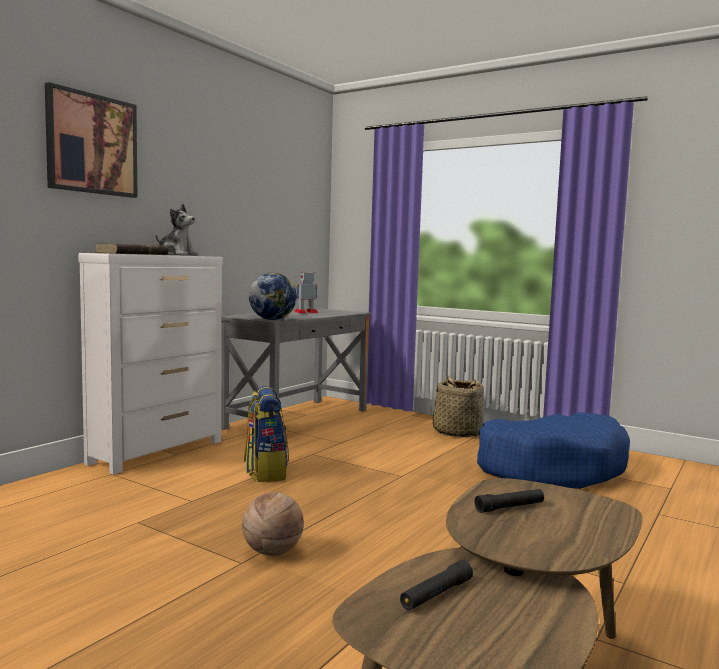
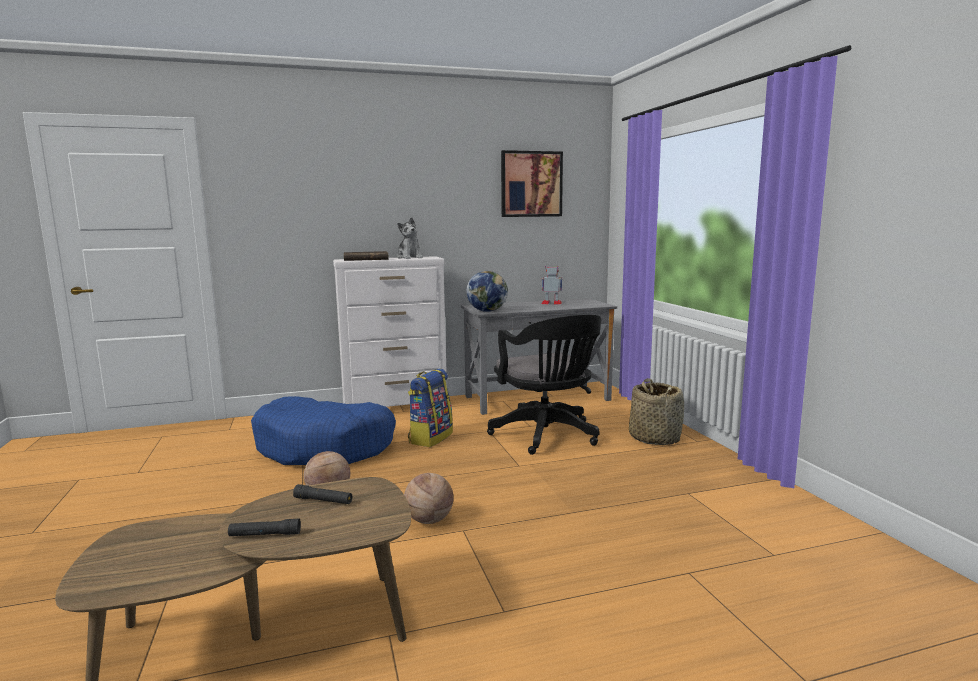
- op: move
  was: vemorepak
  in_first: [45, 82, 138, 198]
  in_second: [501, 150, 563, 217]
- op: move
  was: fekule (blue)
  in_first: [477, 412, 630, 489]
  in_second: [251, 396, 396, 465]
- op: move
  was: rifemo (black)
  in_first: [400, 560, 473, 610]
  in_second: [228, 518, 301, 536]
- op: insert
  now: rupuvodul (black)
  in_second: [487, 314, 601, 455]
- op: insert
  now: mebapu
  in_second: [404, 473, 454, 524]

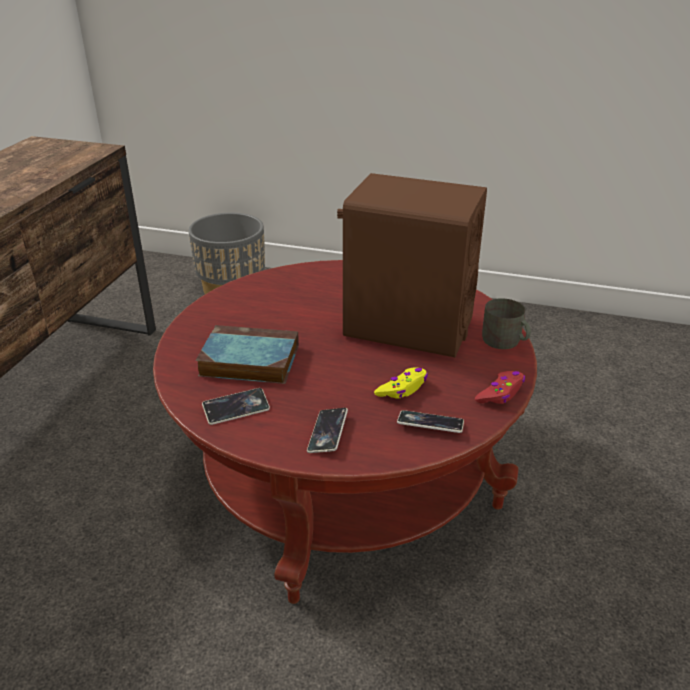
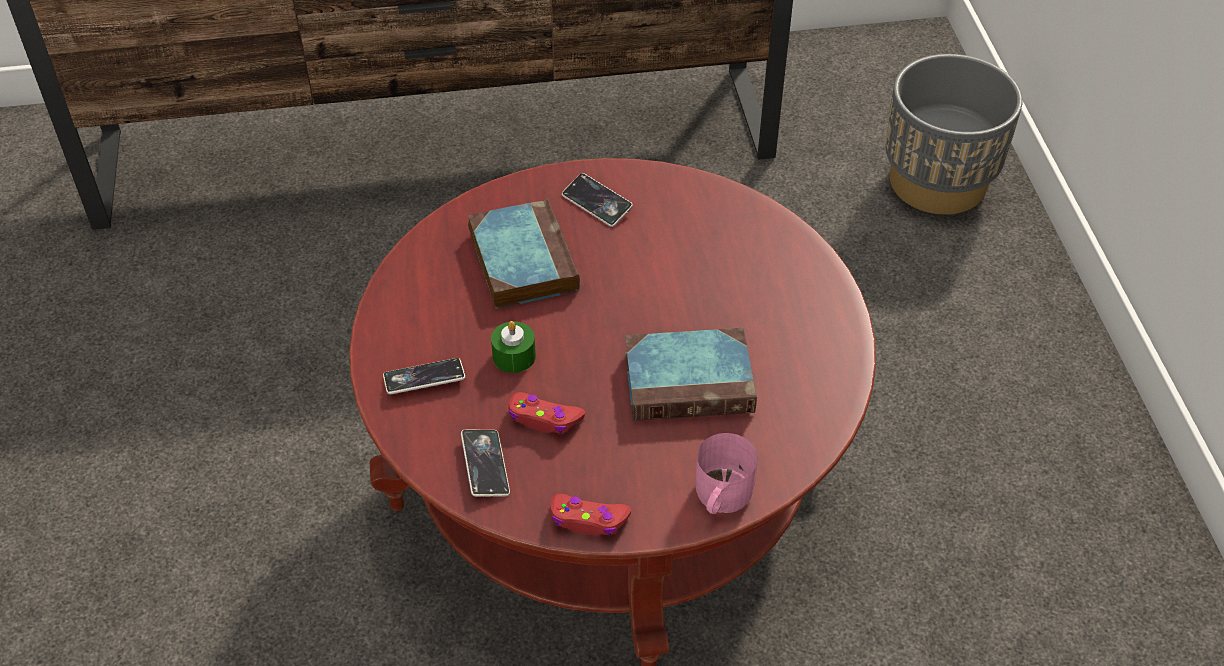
- op: replace
  was: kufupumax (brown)
  now: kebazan
  in_first: [337, 173, 487, 357]
  in_second: [625, 328, 757, 421]
- op: recolor
  was: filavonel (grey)
  now: filavonel (pink)
  in_first: [482, 298, 531, 349]
  in_second: [695, 433, 758, 514]
- op: recolor
  was: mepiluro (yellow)
  now: mepiluro (red)
  in_first: [374, 367, 428, 399]
  in_second: [509, 392, 585, 433]
- op: move
  was: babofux
  in_first: [202, 388, 270, 425]
  in_second: [562, 173, 633, 227]
- op: insert
  now: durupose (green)
  in_second: [491, 321, 536, 373]

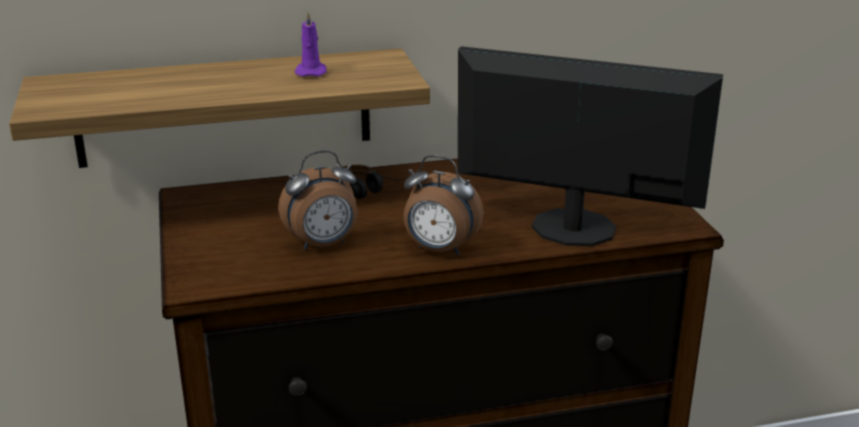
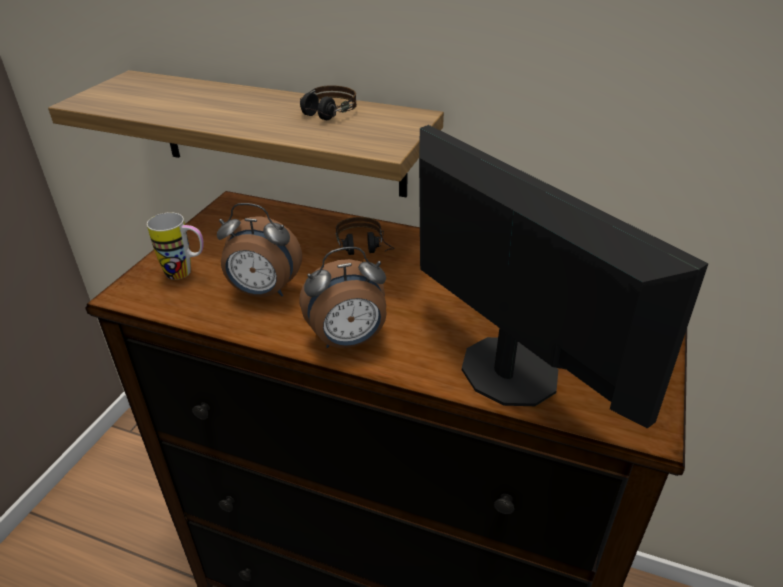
- op: replace
  was: durupose (purple)
  now: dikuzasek
  in_first: [295, 11, 327, 77]
  in_second: [300, 85, 357, 120]
- op: rotate
  was: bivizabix
  in_first: [403, 155, 484, 255]
  in_second: [299, 247, 387, 348]
  clockwise: -75
- op: insert
  now: filavonel
  in_second: [147, 212, 204, 280]

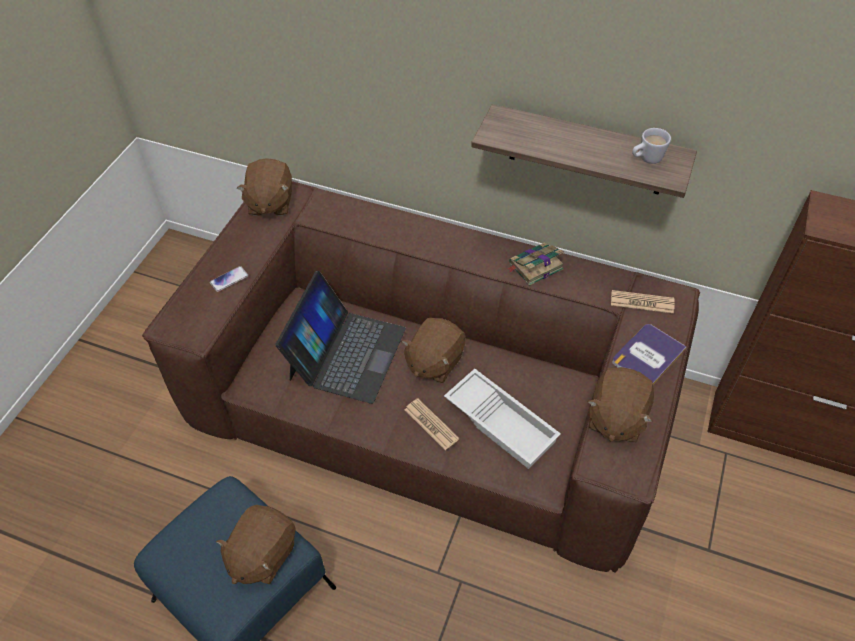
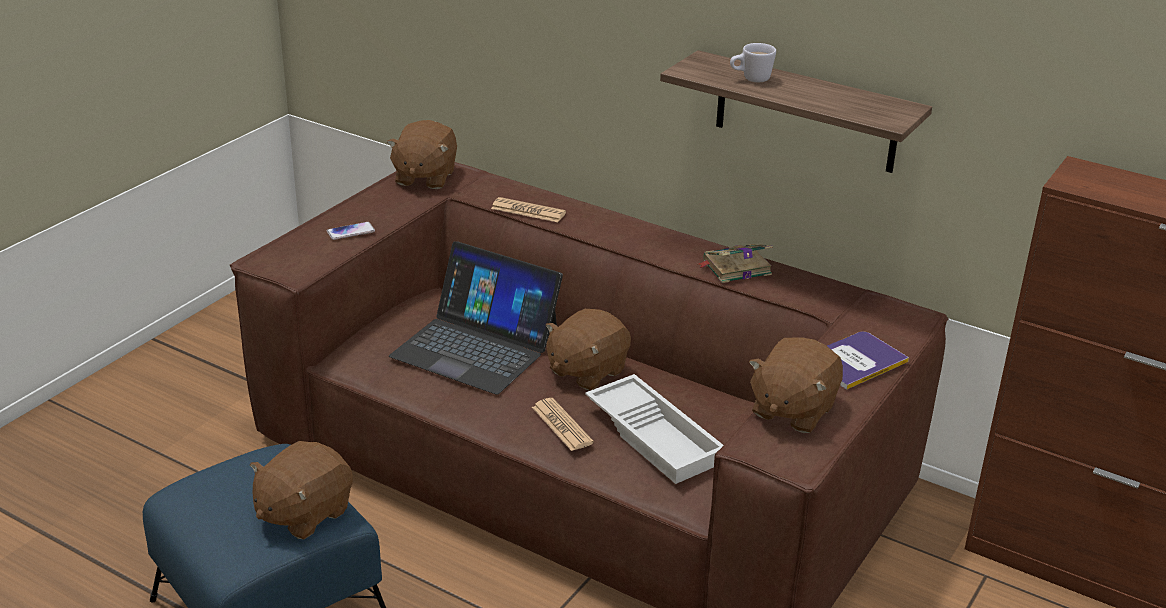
- op: move
  was: filavonel (white)
  in_first: [632, 128, 671, 164]
  in_second: [730, 43, 776, 82]
- op: rotate
  was: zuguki
  in_first: [275, 271, 406, 404]
  in_second: [389, 241, 563, 395]
  clockwise: 90
- op: move
  was: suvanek
  in_first: [611, 290, 675, 313]
  in_second: [491, 197, 566, 222]

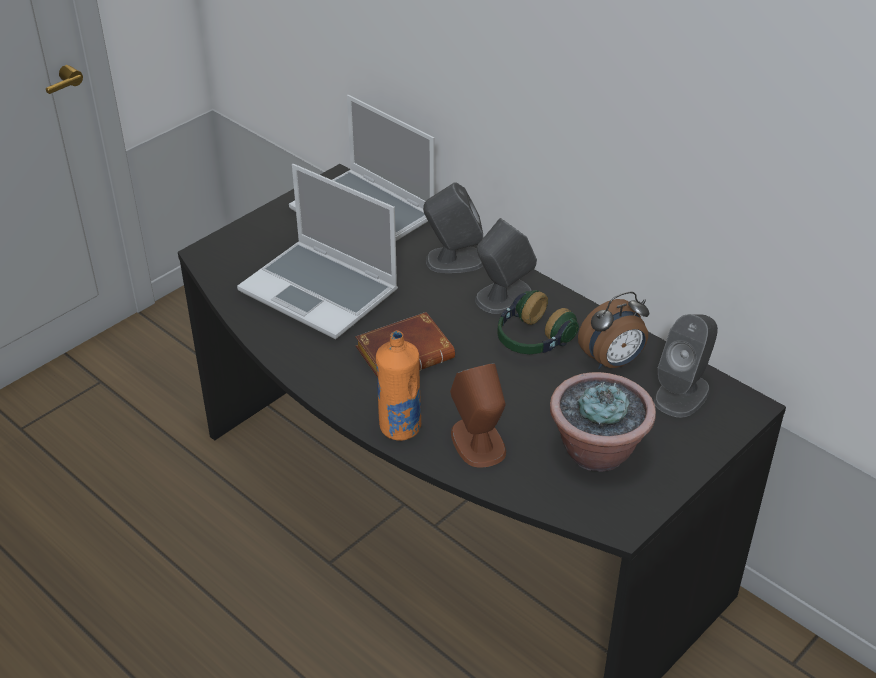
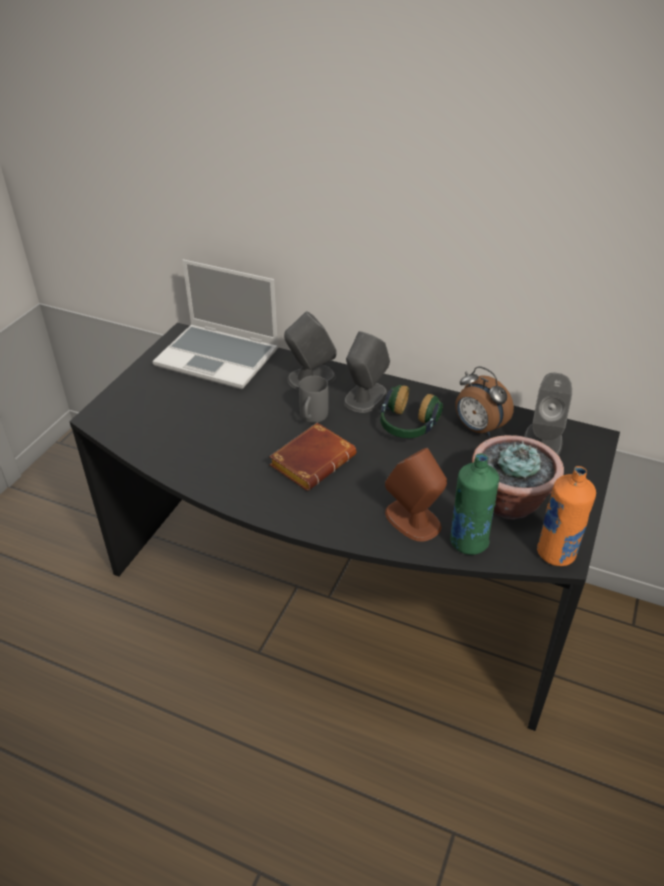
- op: delete
  was: zuguki
  in_first: [237, 164, 398, 339]
- op: rotate
  was: bivizabix
  in_first: [578, 291, 649, 369]
  in_second: [455, 366, 514, 436]
  clockwise: 90
- op: move
  was: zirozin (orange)
  in_first: [376, 331, 421, 441]
  in_second: [537, 466, 596, 566]
- op: insert
  now: filavonel (grey)
  in_second: [299, 376, 328, 423]
- op: insert
  now: zirozin (green)
  in_second: [450, 453, 499, 555]

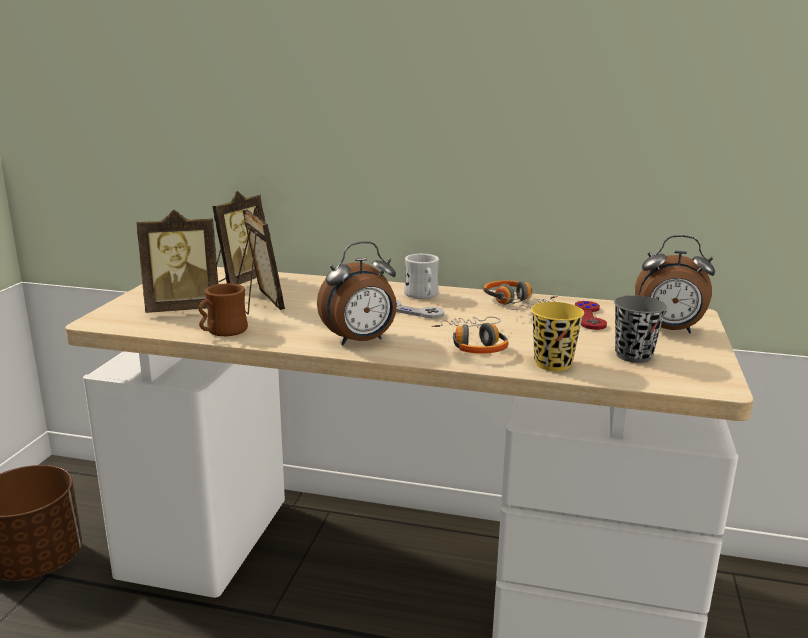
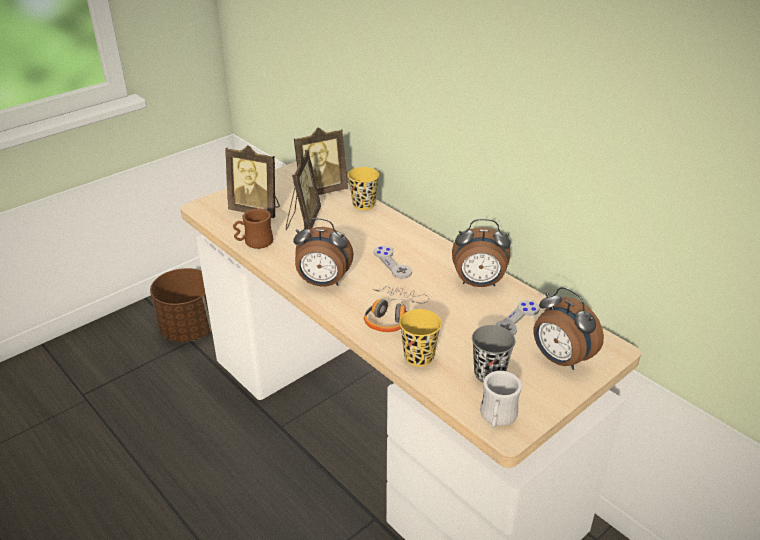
- op: move
  was: filavonel (white)
  in_first: [404, 254, 439, 299]
  in_second: [480, 371, 522, 428]
- op: replace
  was: dikuzasek
  now: bivizabix
  in_first: [483, 280, 558, 310]
  in_second: [452, 219, 511, 287]
- op: recolor
  was: mepiluro (red)
  now: mepiluro (grey)
  in_first: [575, 301, 607, 330]
  in_second: [495, 300, 540, 335]
- op: insert
  now: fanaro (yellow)
  in_second: [348, 167, 379, 210]

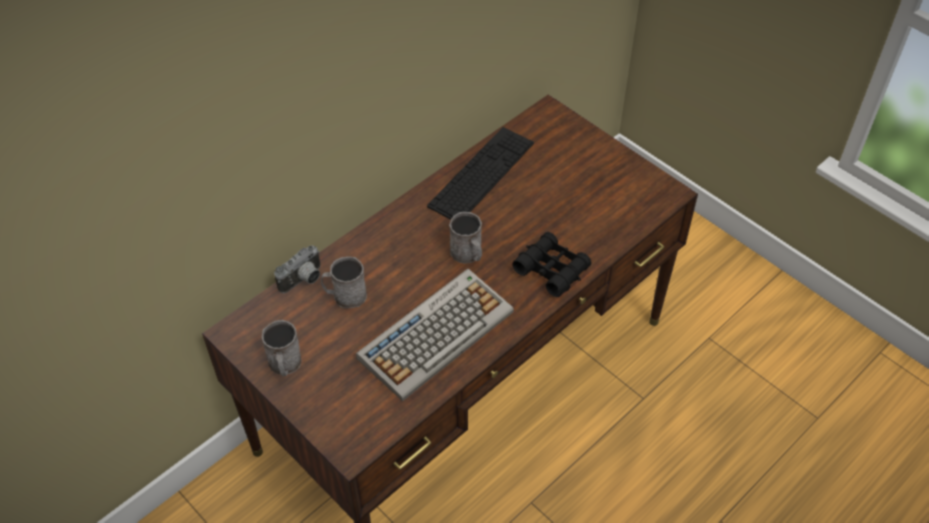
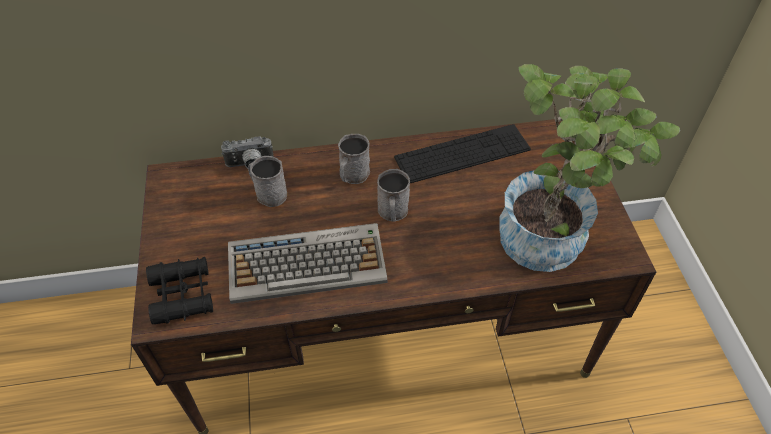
- op: move
  was: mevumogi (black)
  in_first: [512, 232, 591, 297]
  in_second: [146, 257, 213, 324]
- op: move
  was: filavonel (grey)
  in_first: [262, 320, 301, 376]
  in_second: [338, 134, 370, 184]
- op: insert
  now: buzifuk
  in_second: [499, 64, 680, 272]

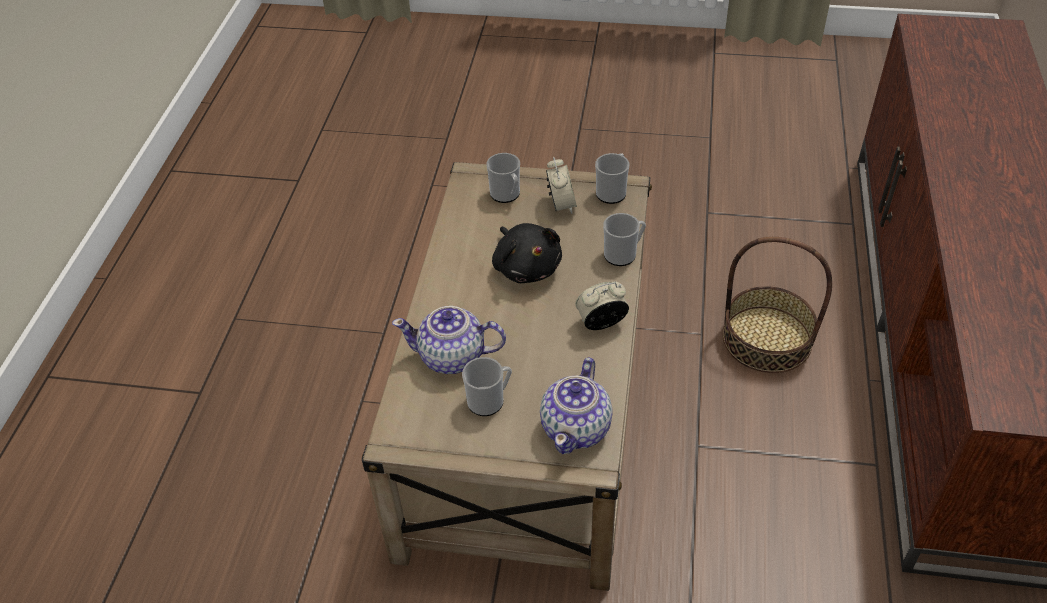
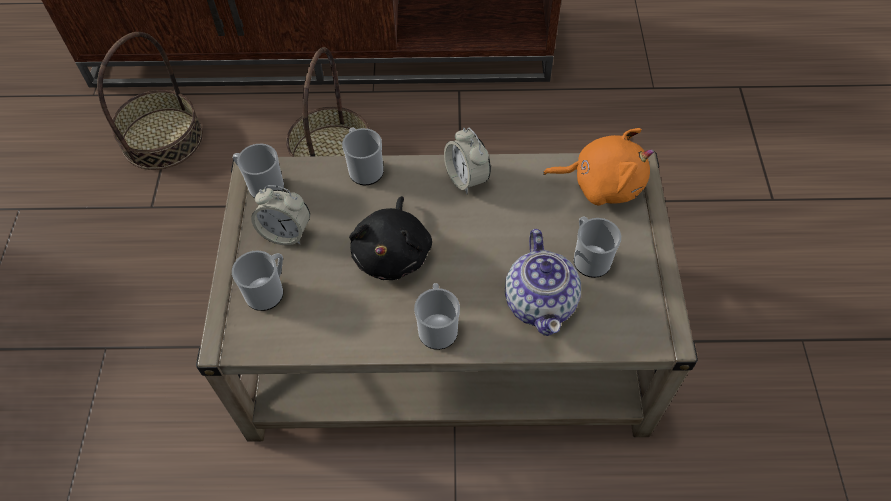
- op: rotate
  was: bivizabix
  in_first: [546, 157, 577, 214]
  in_second: [251, 185, 310, 245]
  clockwise: -150
- op: rotate
  was: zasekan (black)
  in_first: [492, 223, 562, 283]
  in_second: [349, 196, 432, 280]
  clockwise: 135
- op: replace
  was: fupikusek
  now: zasekan (orange)
  in_first: [540, 357, 613, 454]
  in_second: [543, 128, 654, 206]
- op: insert
  now: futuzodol
  in_second: [97, 32, 203, 170]
- op: insert
  now: filavonel
  in_second: [414, 283, 460, 350]

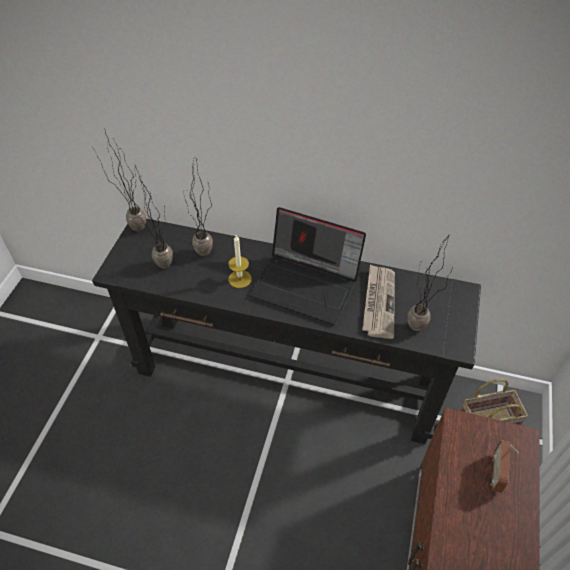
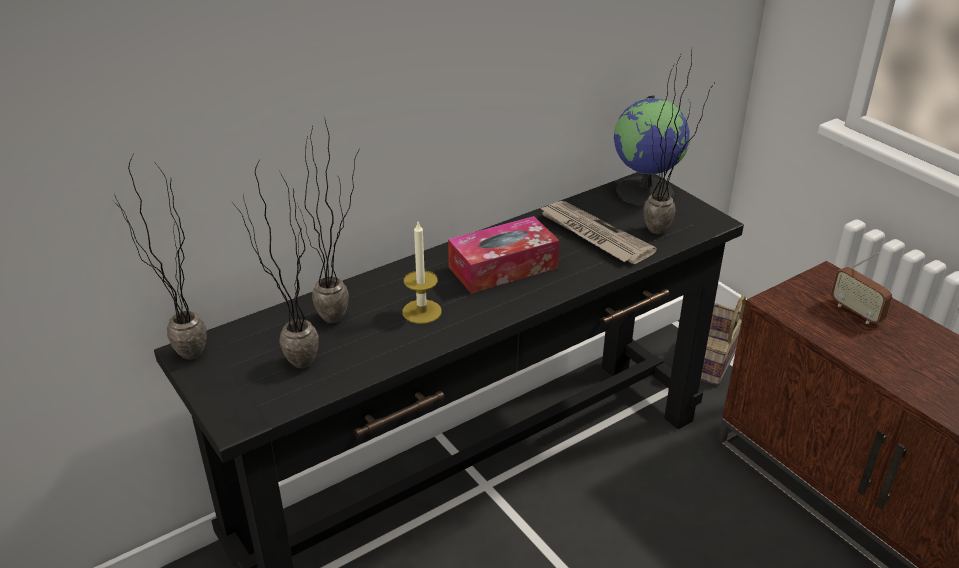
- op: replace
  was: zuguki
  now: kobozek
  in_first: [249, 207, 366, 325]
  in_second: [448, 216, 559, 293]
- op: insert
  now: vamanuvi
  in_second: [614, 96, 690, 206]

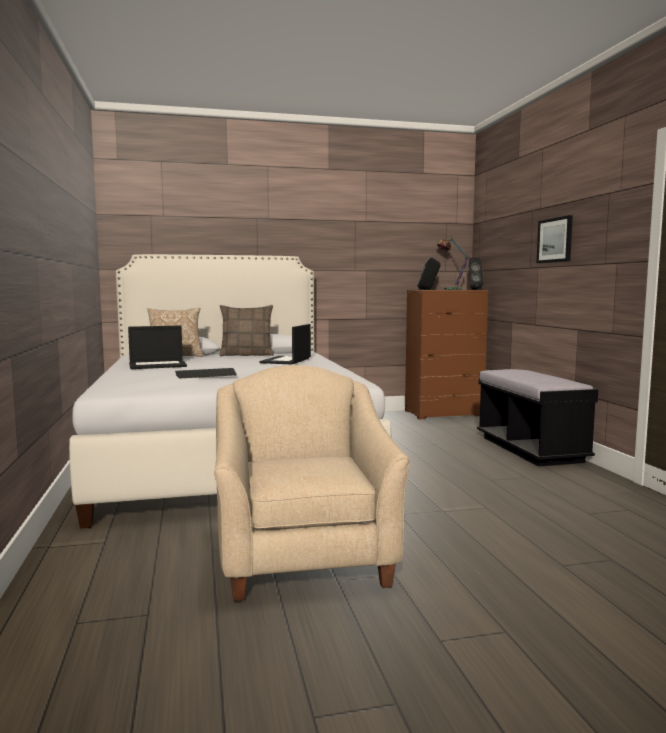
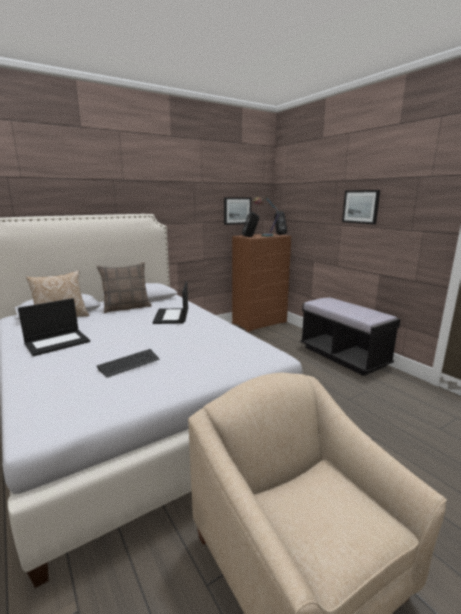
- op: insert
  now: vemorepak
  in_second: [224, 198, 251, 225]

